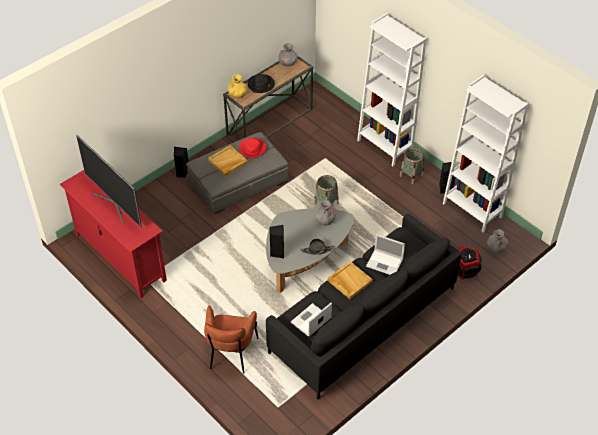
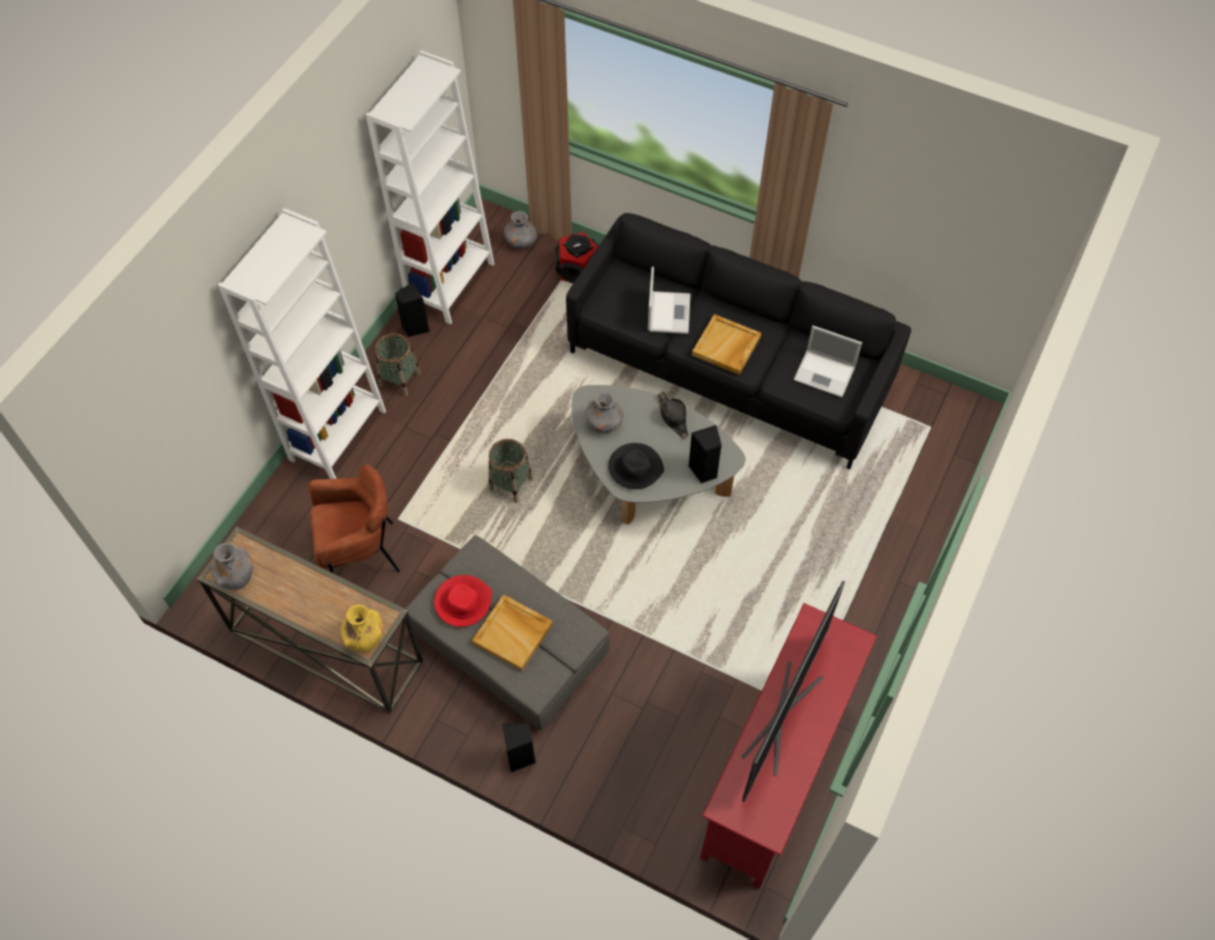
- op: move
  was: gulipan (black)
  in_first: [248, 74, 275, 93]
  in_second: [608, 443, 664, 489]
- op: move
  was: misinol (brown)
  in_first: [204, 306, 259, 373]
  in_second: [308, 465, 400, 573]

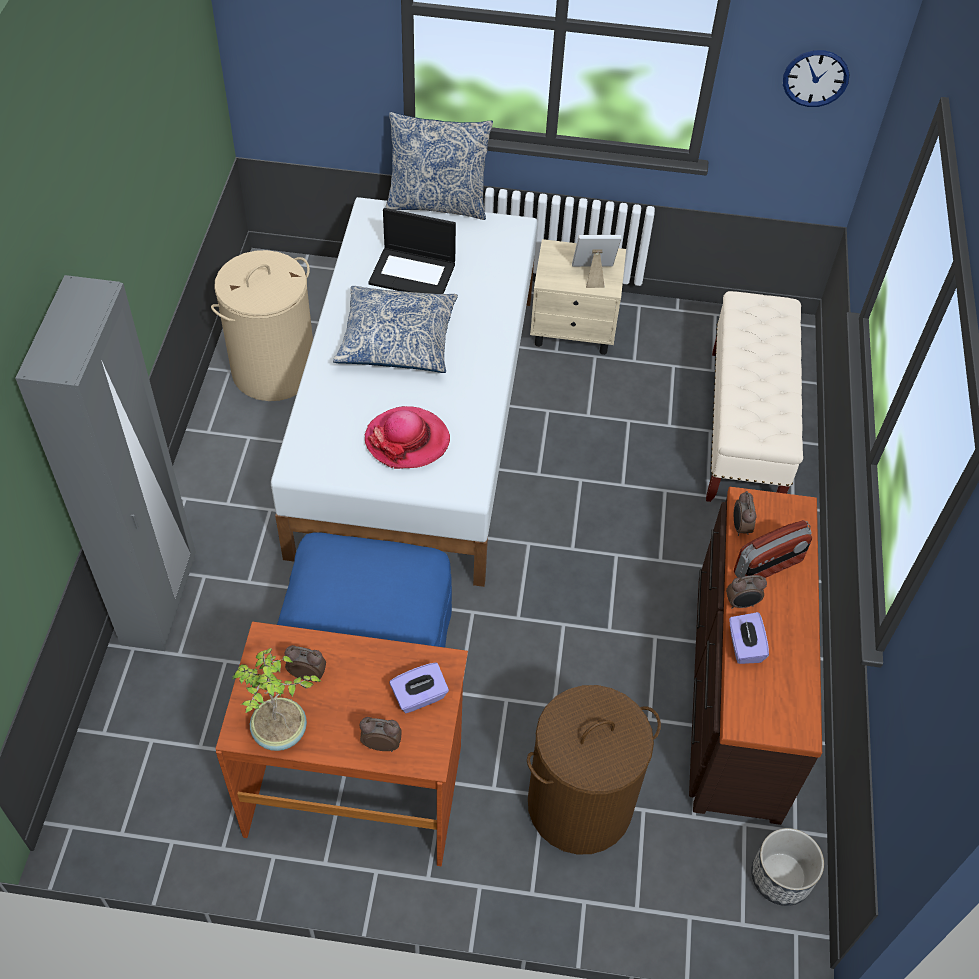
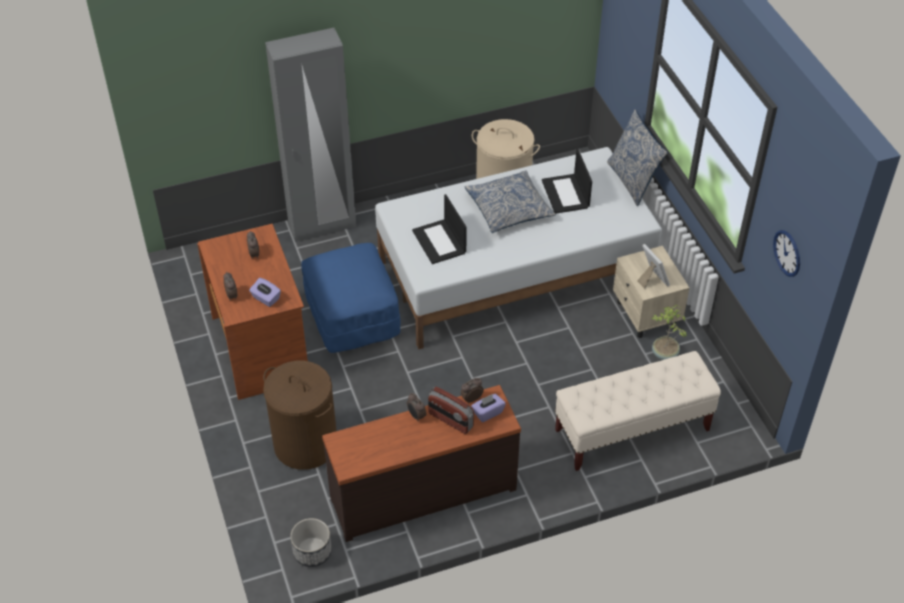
- op: replace
  was: gulipan
  now: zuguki
  in_first: [365, 406, 450, 469]
  in_second: [412, 194, 467, 264]
- op: move
  was: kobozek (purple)
  in_first: [729, 612, 769, 664]
  in_second: [471, 394, 506, 422]
- op: move
  was: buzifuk
  in_first: [233, 648, 321, 751]
  in_second: [652, 305, 686, 360]

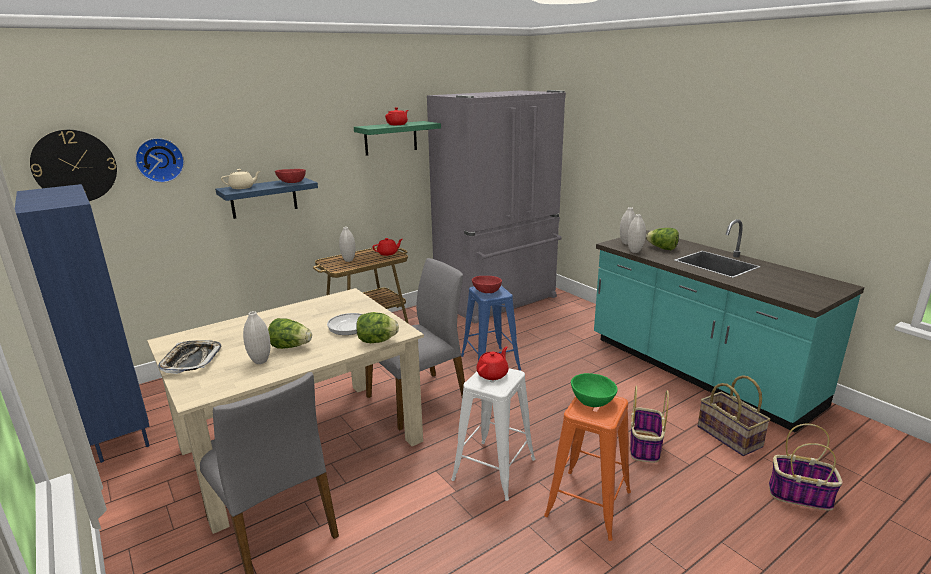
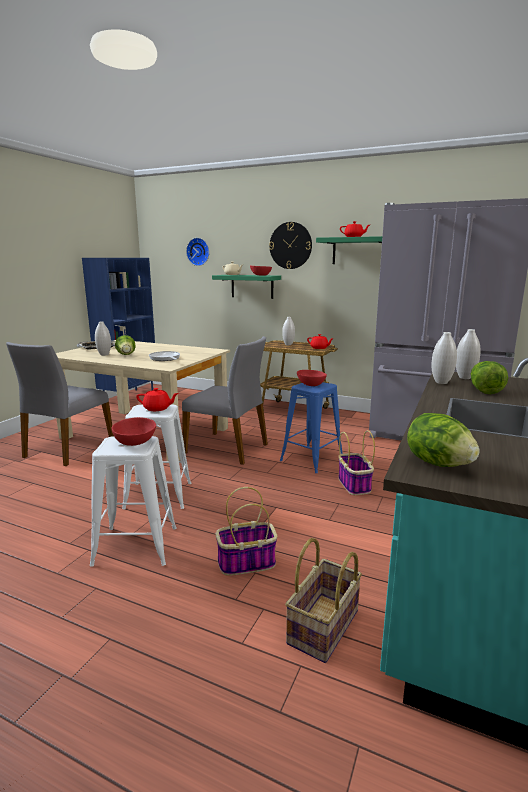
- op: move
  was: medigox
  in_first: [30, 130, 117, 201]
  in_second: [269, 222, 312, 269]
- op: recolor
  was: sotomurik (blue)
  now: sotomurik (green)
  in_first: [215, 177, 318, 219]
  in_second: [212, 275, 281, 299]
- op: move
  was: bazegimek
  in_first: [356, 312, 399, 343]
  in_second: [407, 413, 480, 467]
- op: recolor
  was: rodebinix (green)
  now: rodebinix (red)
  in_first: [571, 373, 618, 407]
  in_second: [112, 417, 156, 446]
- op: recolor
  was: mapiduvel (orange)
  now: mapiduvel (white)
  in_first: [544, 396, 631, 541]
  in_second: [90, 436, 177, 567]
- op: move
  was: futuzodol
  in_first: [769, 424, 843, 511]
  in_second: [338, 430, 375, 495]

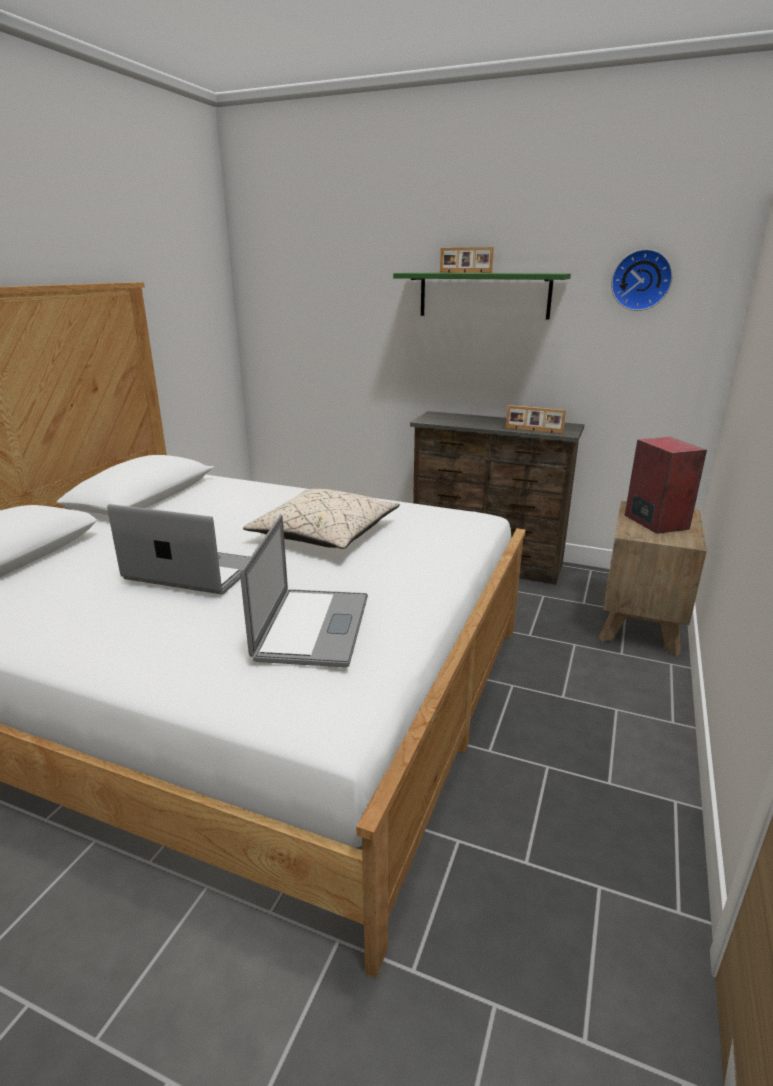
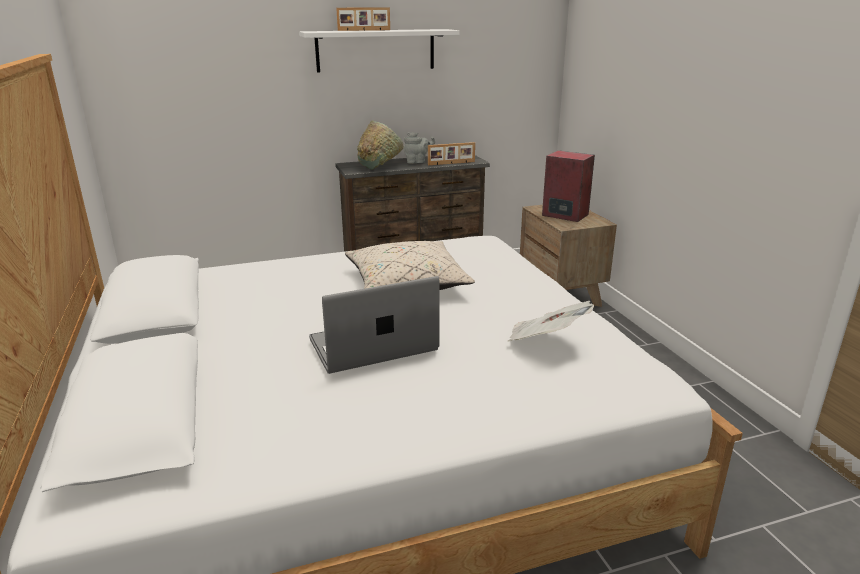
- op: delete
  was: medigox
  in_first: [611, 249, 673, 311]
- op: recolor
  was: sotomurik (green)
  now: sotomurik (white)
  in_first: [393, 273, 571, 319]
  in_second: [299, 29, 460, 73]
- op: replace
  was: zuguki
  now: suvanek
  in_first: [240, 515, 368, 667]
  in_second: [507, 301, 594, 342]
- op: insert
  now: rodebinix (green)
  in_second: [357, 120, 404, 170]
- op: insert
  now: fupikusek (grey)
  in_second: [403, 132, 435, 164]

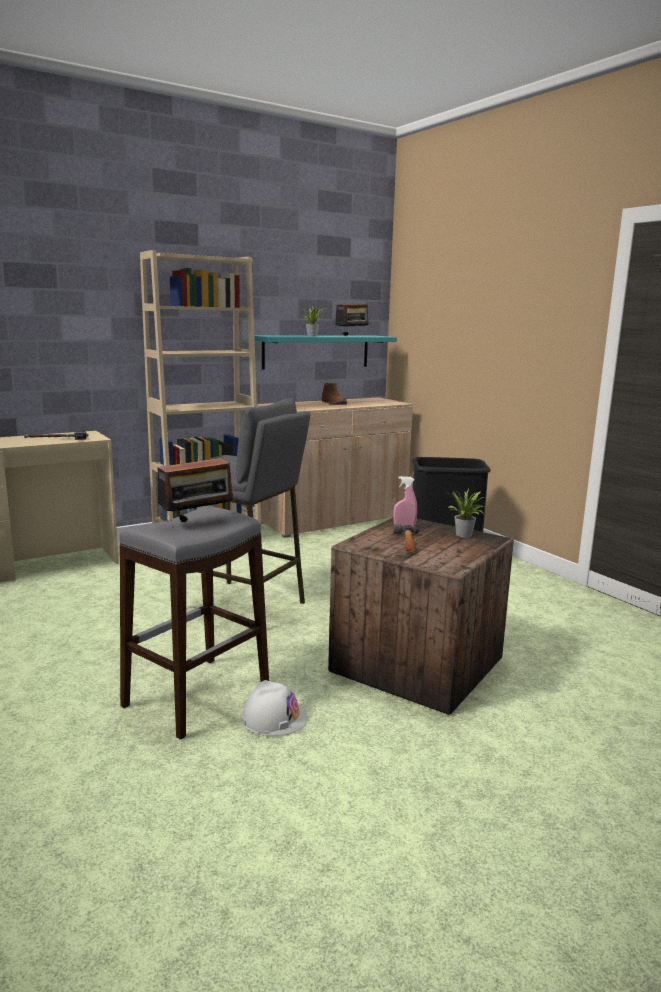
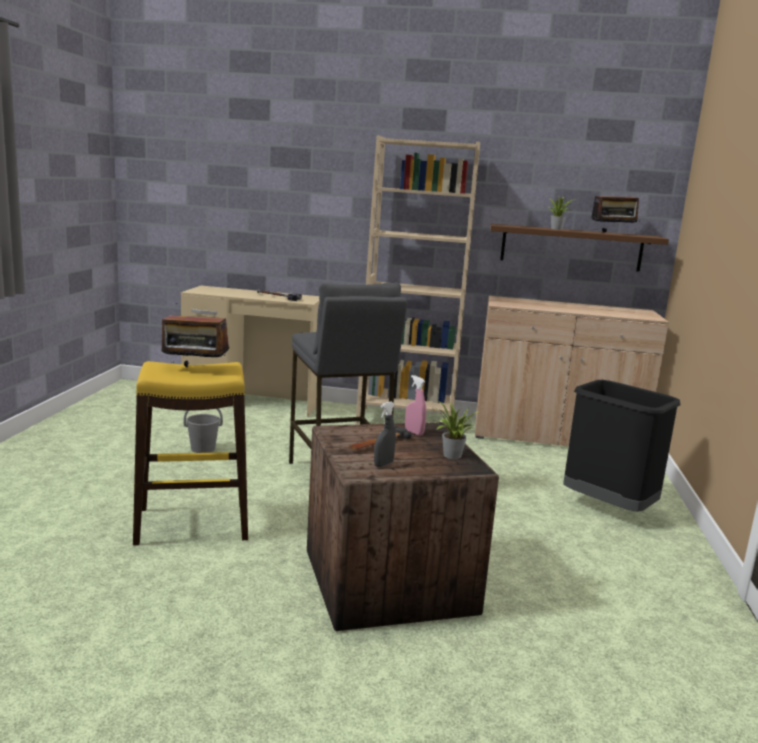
- op: recolor
  was: sotomurik (turquoise)
  now: sotomurik (brown)
  in_first: [254, 335, 397, 369]
  in_second: [490, 224, 669, 272]
- op: delete
  was: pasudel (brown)
  in_first: [321, 383, 347, 405]
- op: recolor
  was: mapiduvel (grey)
  now: mapiduvel (yellow)
  in_first: [120, 506, 269, 740]
  in_second: [133, 361, 248, 546]
- op: delete
  was: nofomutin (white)
  in_first: [240, 680, 308, 736]
- op: insert
  now: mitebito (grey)
  in_second: [374, 401, 396, 467]
- op: insert
  now: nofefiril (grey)
  in_second: [183, 408, 223, 453]

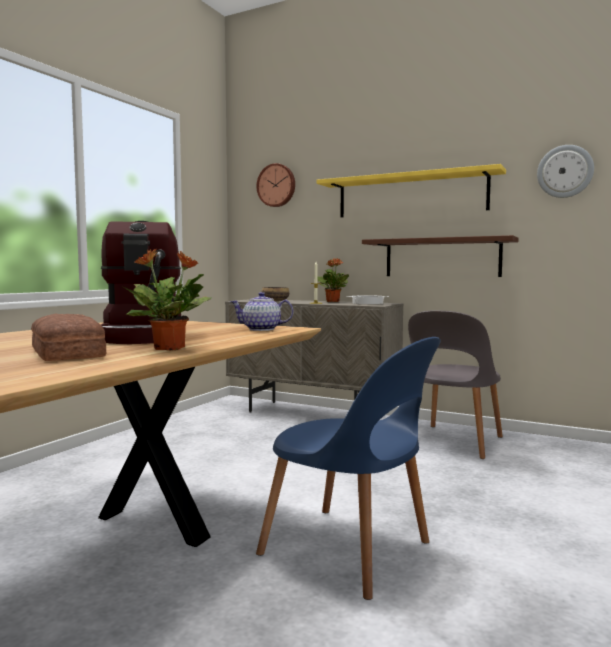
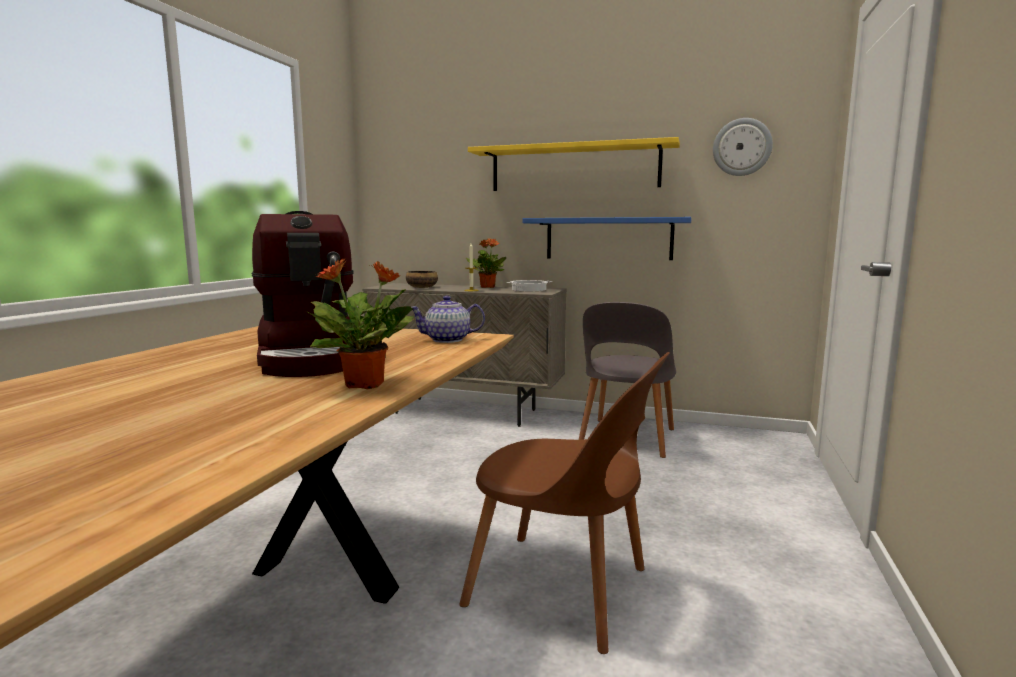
- op: delete
  was: medigox
  in_first: [256, 163, 295, 207]
- op: recolor
  was: sotomurik (brown)
  now: sotomurik (blue)
  in_first: [362, 235, 519, 277]
  in_second: [523, 217, 691, 260]
- op: delete
  was: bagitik
  in_first: [31, 314, 106, 361]
- op: recolor
  was: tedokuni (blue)
  now: tedokuni (brown)
  in_first: [256, 337, 441, 600]
  in_second: [459, 352, 670, 654]

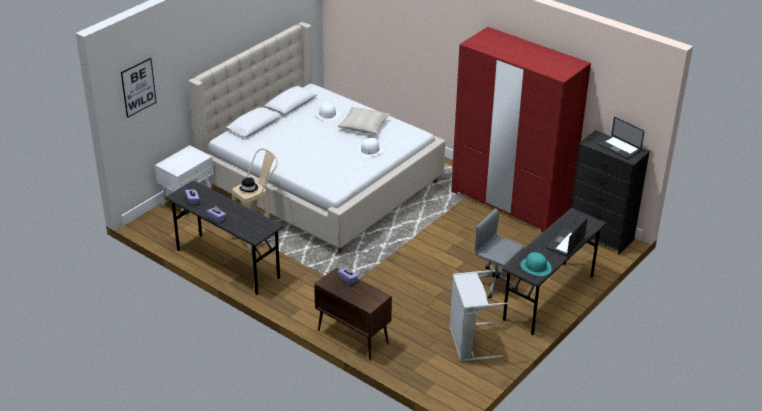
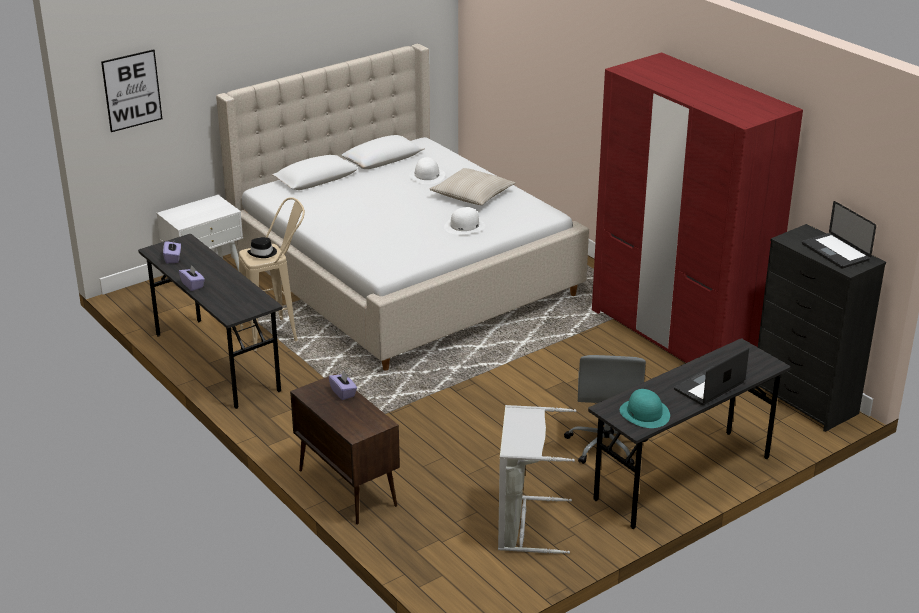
- op: rotate
  was: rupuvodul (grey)
  in_first: [475, 208, 524, 299]
  in_second: [564, 355, 648, 465]
  clockwise: -135

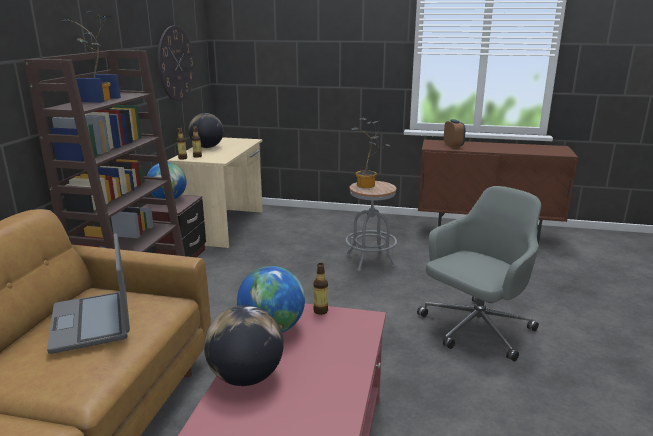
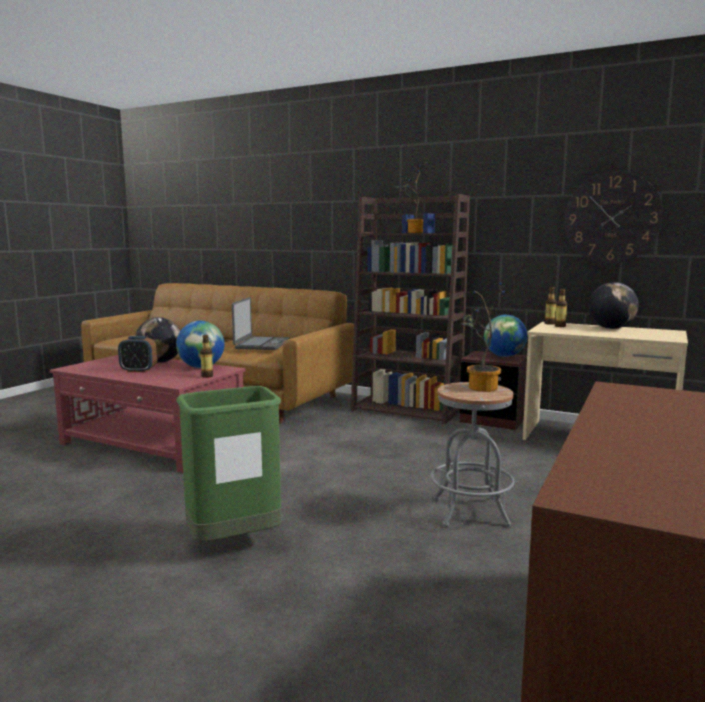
- op: move
  was: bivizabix
  in_first: [444, 119, 466, 148]
  in_second: [118, 336, 157, 372]
- op: replace
  was: rupuvodul (grey)
  now: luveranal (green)
  in_first: [417, 186, 541, 362]
  in_second: [176, 386, 281, 543]
- op: rotate
  was: zuguki
  in_first: [47, 233, 130, 354]
  in_second: [232, 297, 290, 350]
  clockwise: 105

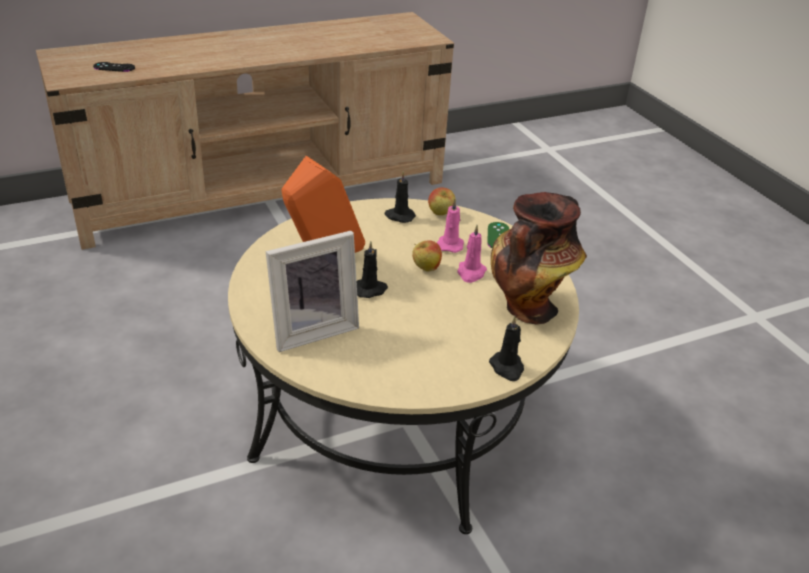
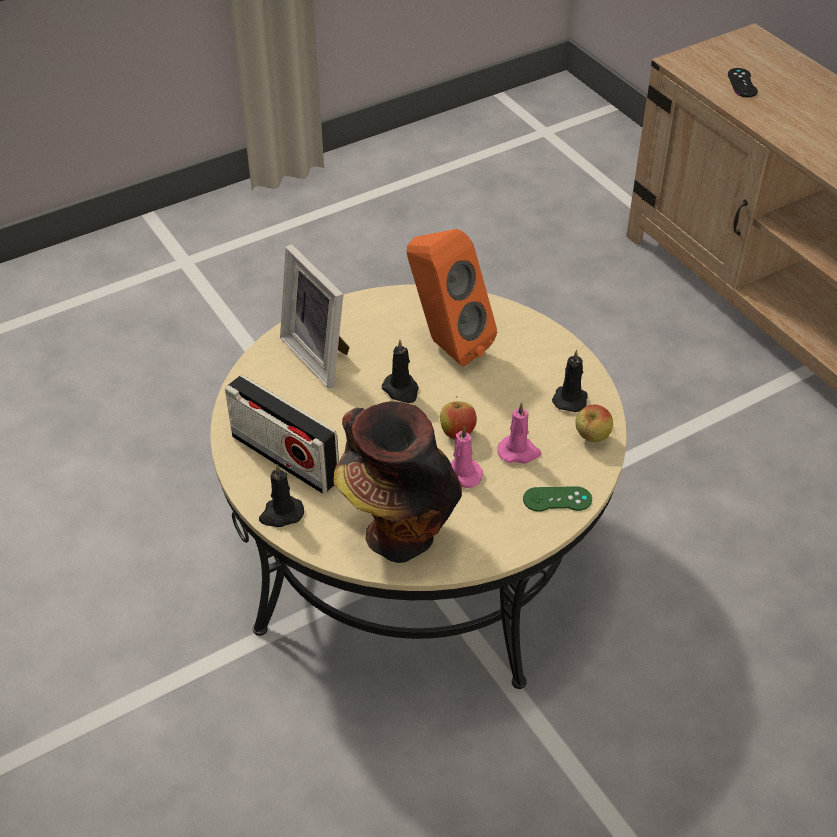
- op: insert
  now: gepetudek
  in_second: [225, 375, 339, 494]

